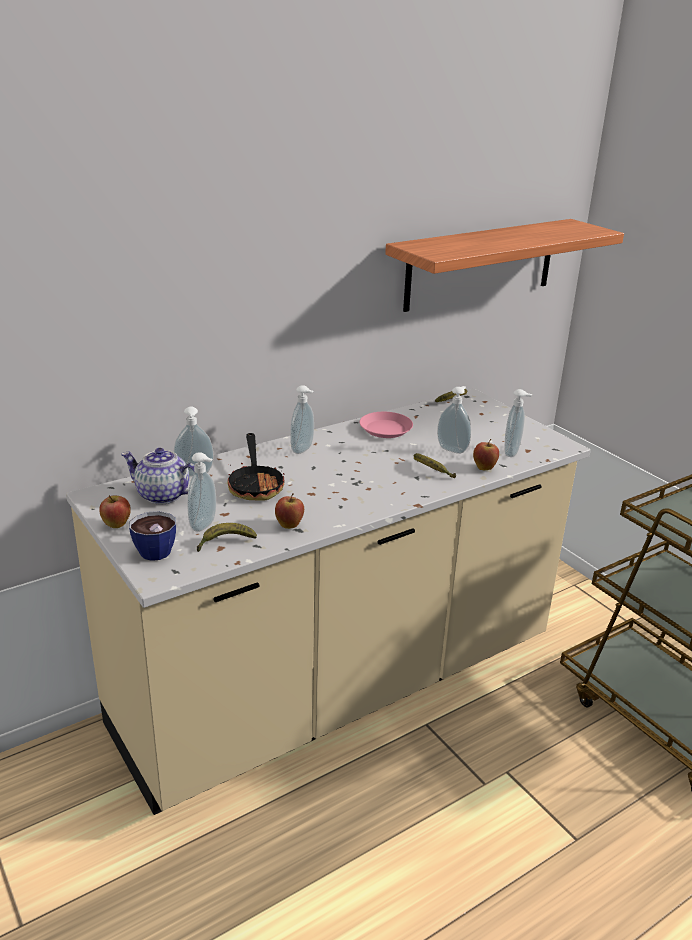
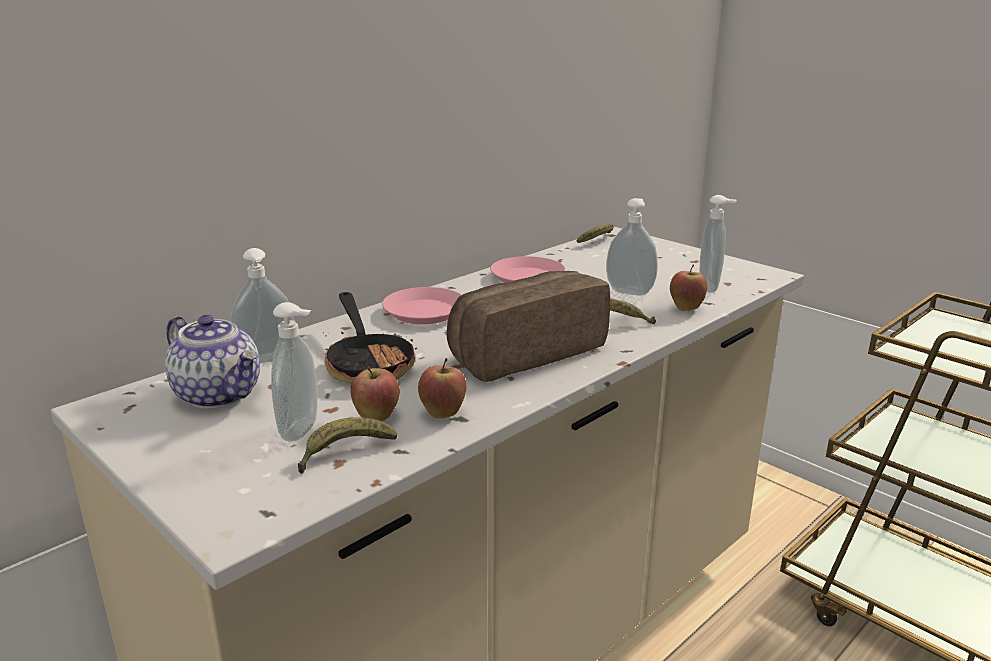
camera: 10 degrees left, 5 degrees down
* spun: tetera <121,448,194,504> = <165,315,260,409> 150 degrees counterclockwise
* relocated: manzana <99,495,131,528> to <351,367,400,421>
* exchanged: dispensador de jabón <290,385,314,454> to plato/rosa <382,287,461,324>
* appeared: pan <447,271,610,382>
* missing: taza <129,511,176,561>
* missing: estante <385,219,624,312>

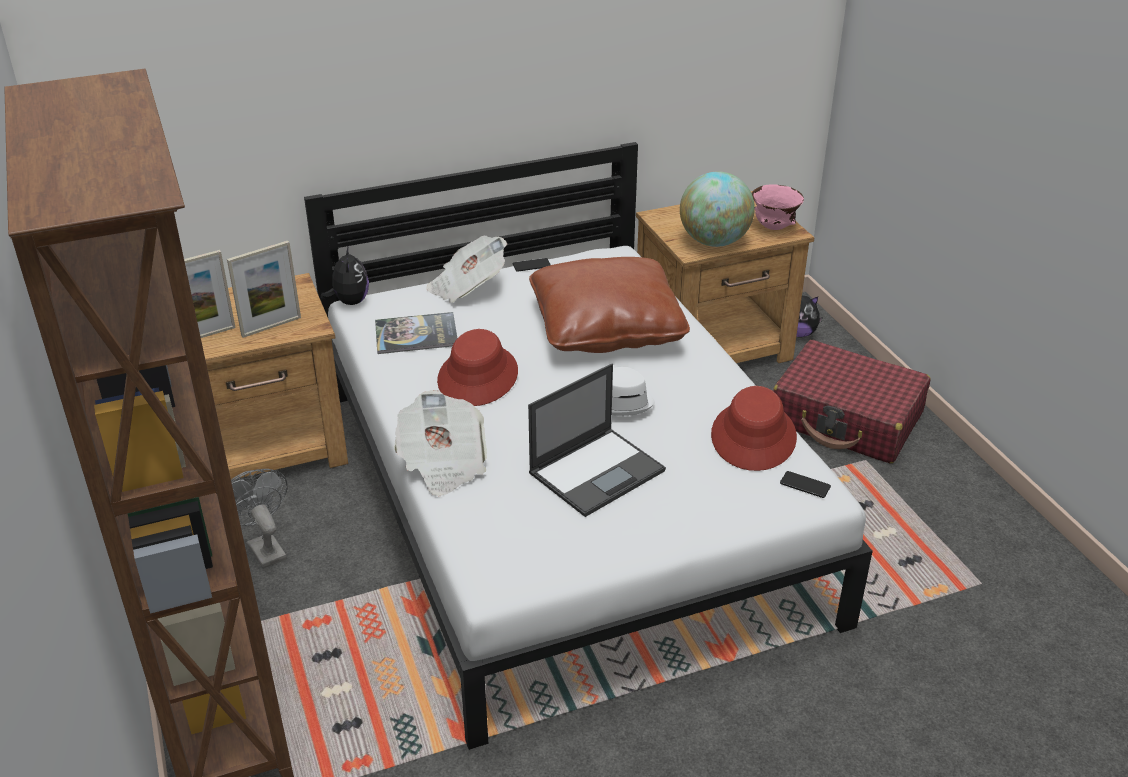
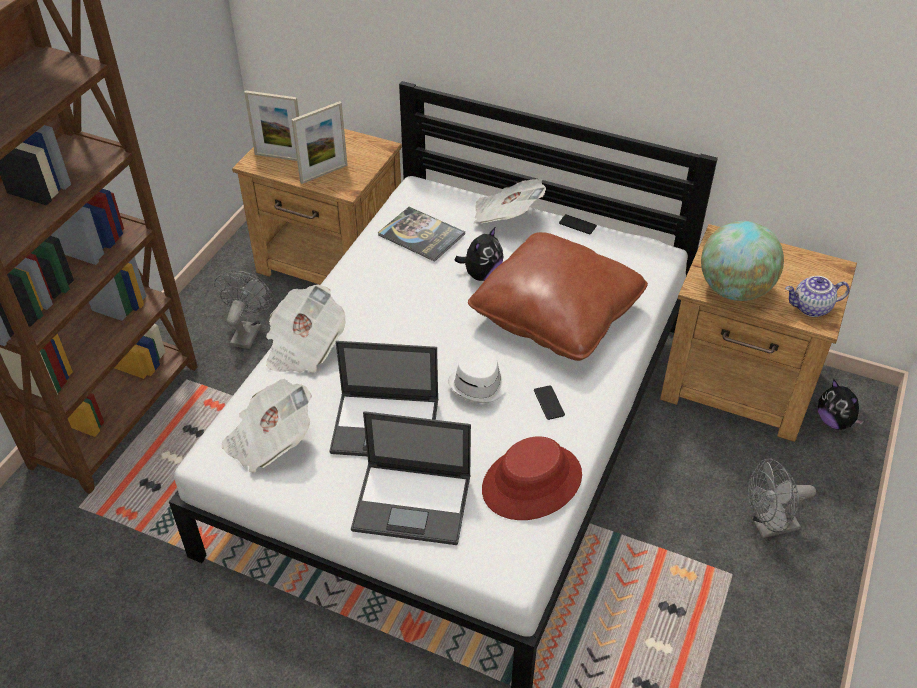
camera: 45 degrees right, 10 degrees up
* appeared: periódico <222,379,312,473>
* spun: portarretratos <227,241,301,338> = <292,101,348,184> 45 degrees counterclockwise
* appeared: portátil <351,411,471,545>
* relocated: peluche <321,247,369,305> to <455,226,503,281>
* relocated: móvil <780,471,831,498> to <534,385,565,420>
* exchanged: maleta/rojo <773,340,931,463> to ventilador/gris <748,459,816,538>
* exchanged: cuenco/rosa <752,184,804,230> to tetera <785,276,850,317>
* missing: sombrero/rojo <437,329,518,406>

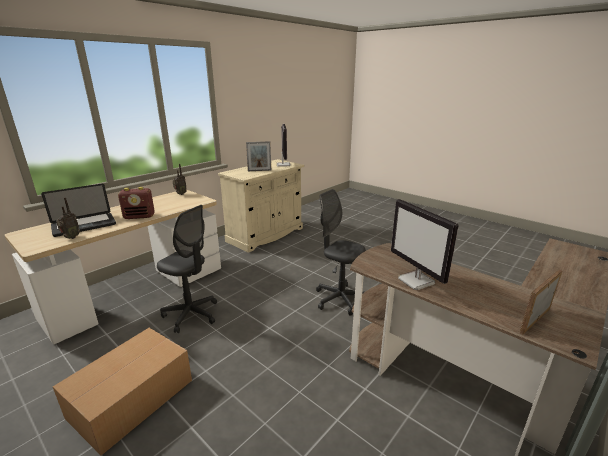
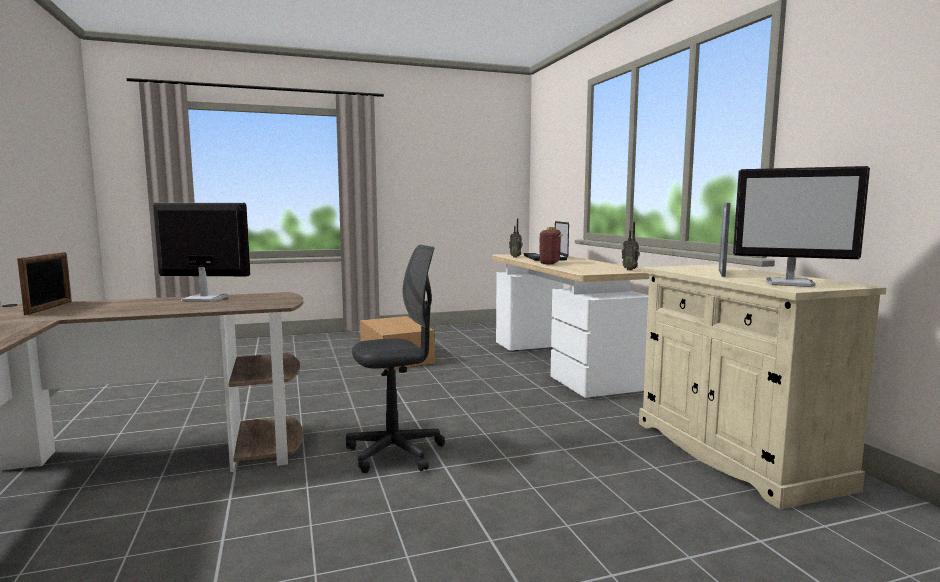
camera: 120 degrees right, 15 degrees down
* missing: silla de oficina/gris <157,205,217,333>

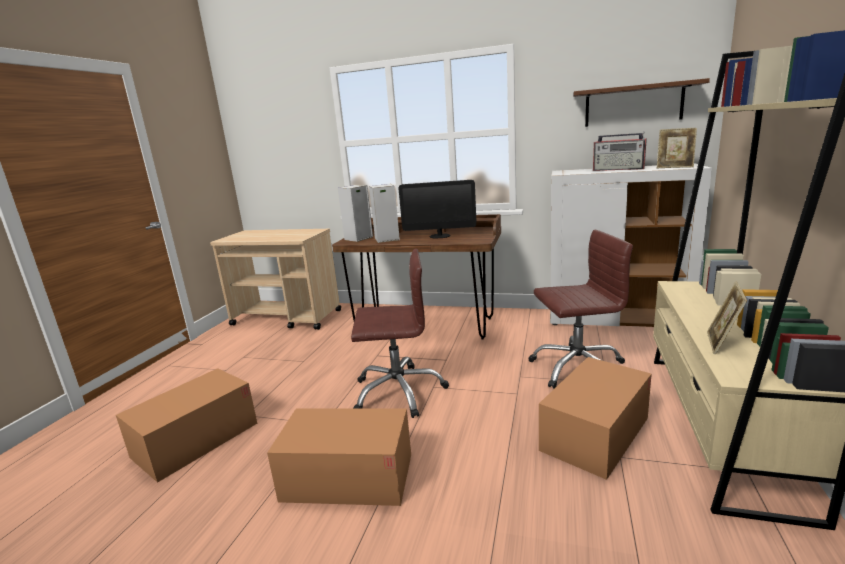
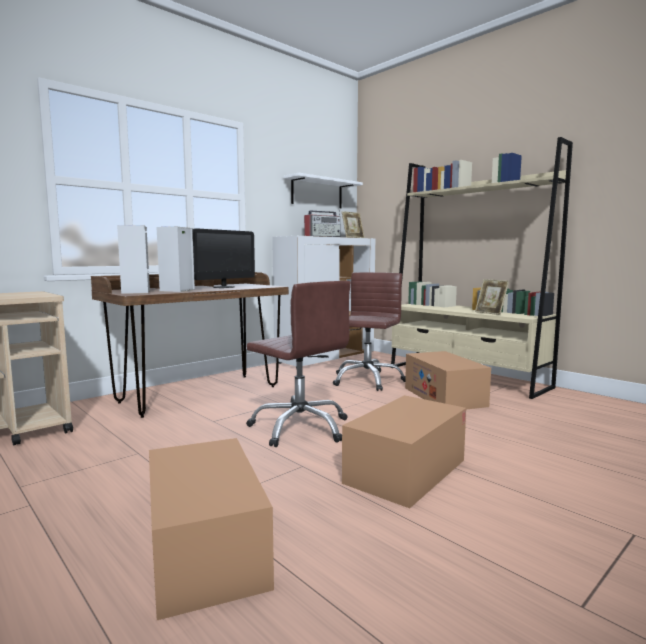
camera: 60 degrees left, 10 degrees down
* spun: silla de oficina/marrón <351,249,449,418> = <246,281,351,447> 105 degrees clockwise
* colour: estante/marrón <573,78,710,127> to estante/blanco <283,173,363,208>

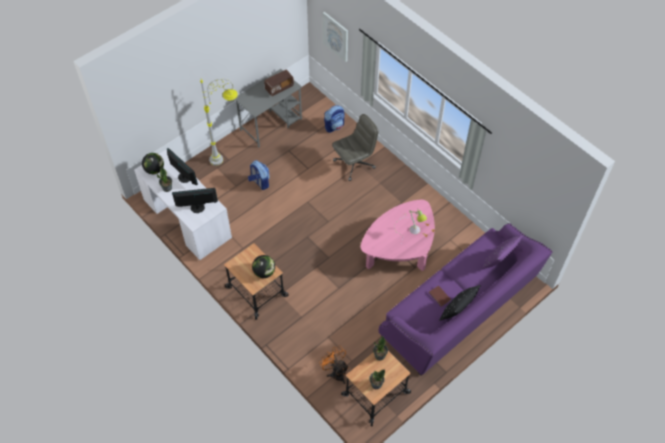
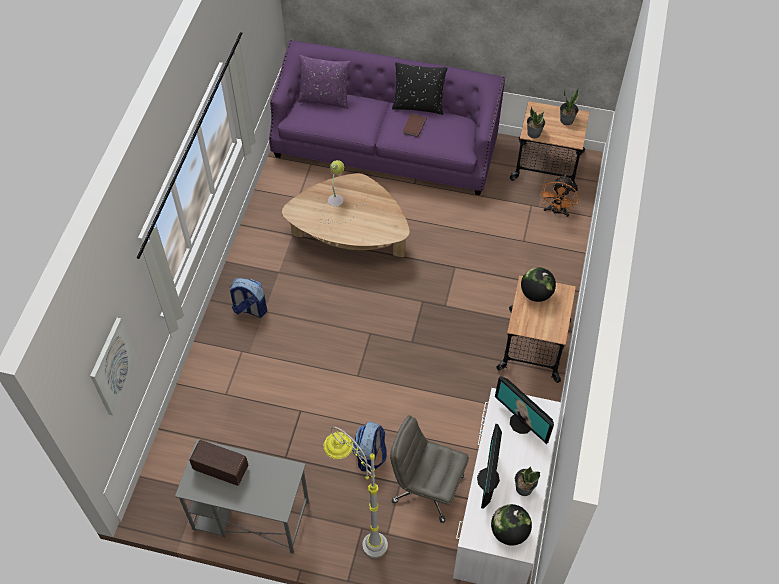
camera: 125 degrees left, 0 degrees up
* relocated: mochila <324,105,345,133> to <229,278,267,318>
* colour: mesa de centro/rosa <361,200,435,271> to mesa de centro/marrón <282,173,410,257>
* relocated: silla de oficina/gris <332,114,379,181> to <390,415,469,523>

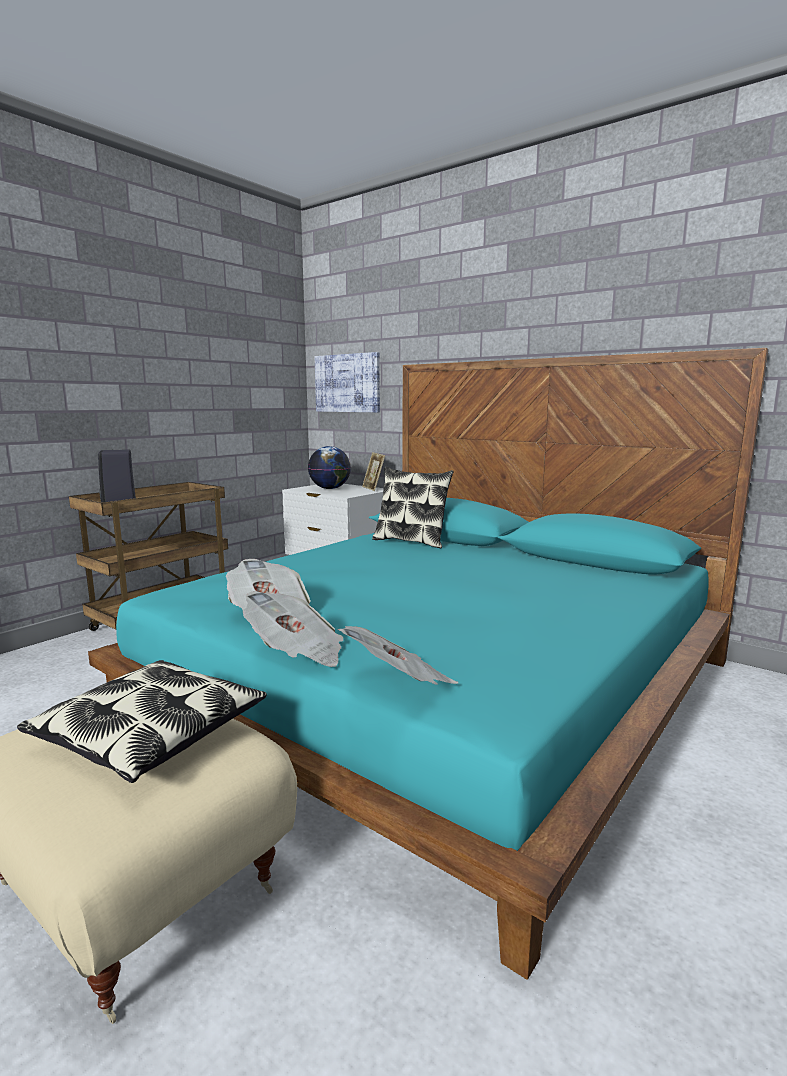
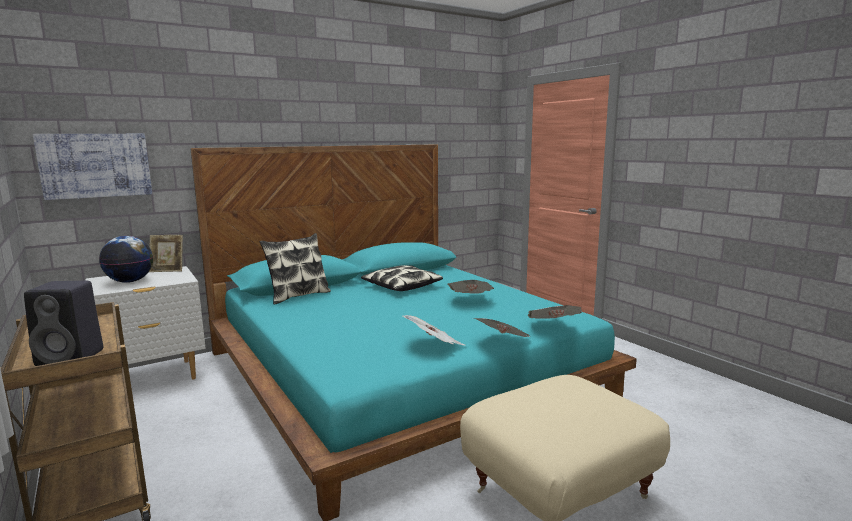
camera: 70 degrees left, 0 degrees up
* relocated: cojín <17,660,267,783> to <361,265,443,291>
* appeared: periódico <447,280,494,294>

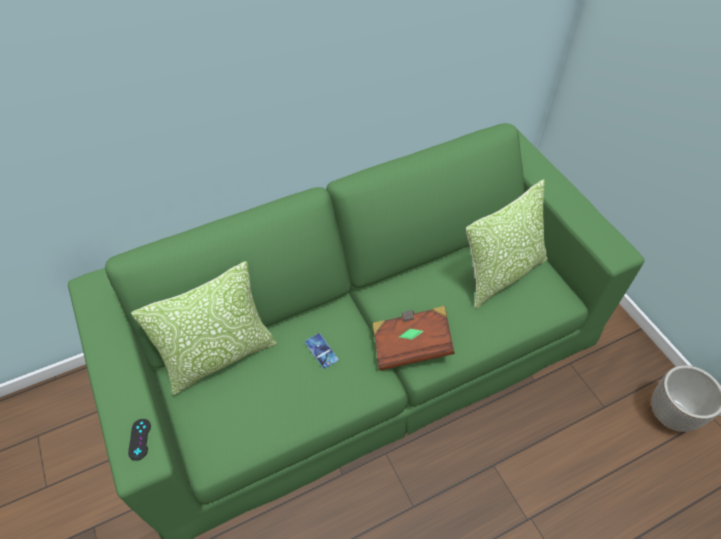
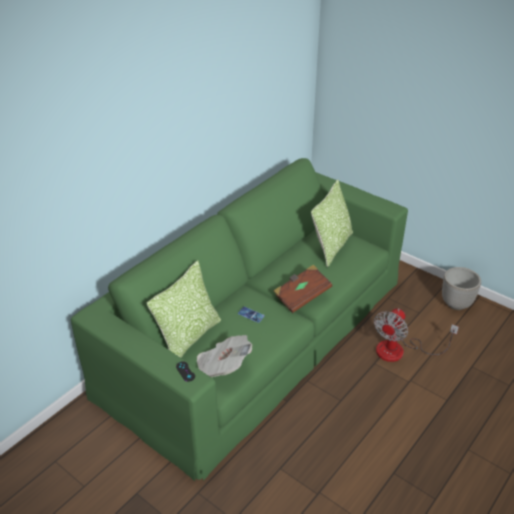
camera: 25 degrees left, 15 degrees down
* appeared: periódico <197,335,252,377>
* appeared: ventilador <374,308,459,362>

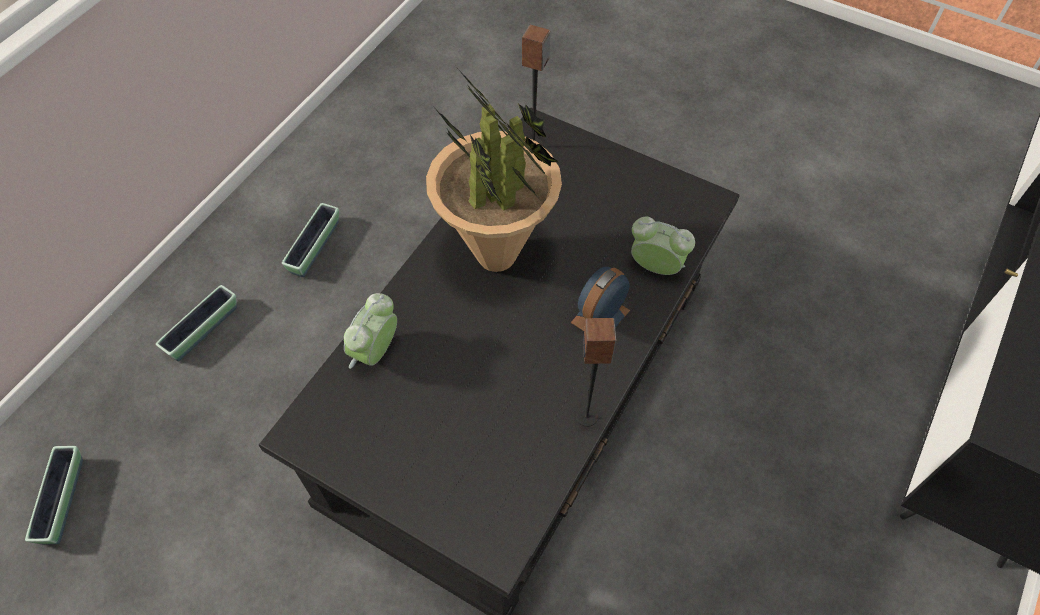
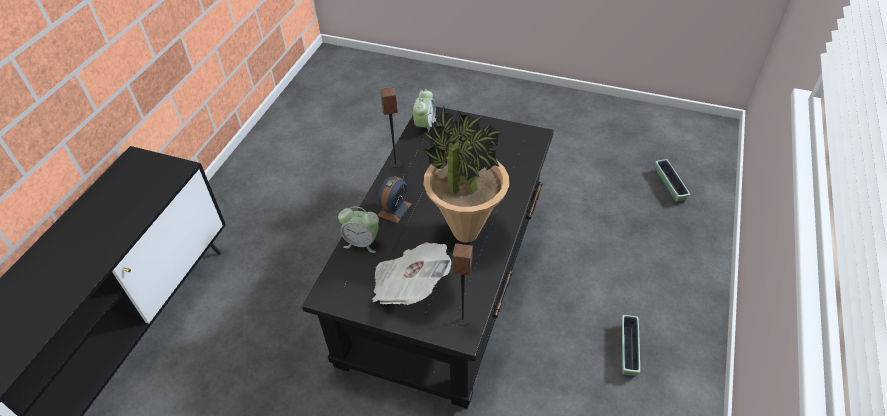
camera: 170 degrees right, 10 degrees down
* appeared: periódico <372,243,451,305>
* relocated: despertador <344,293,397,369> to <413,89,436,132>
* missing: maceta <156,285,237,361>

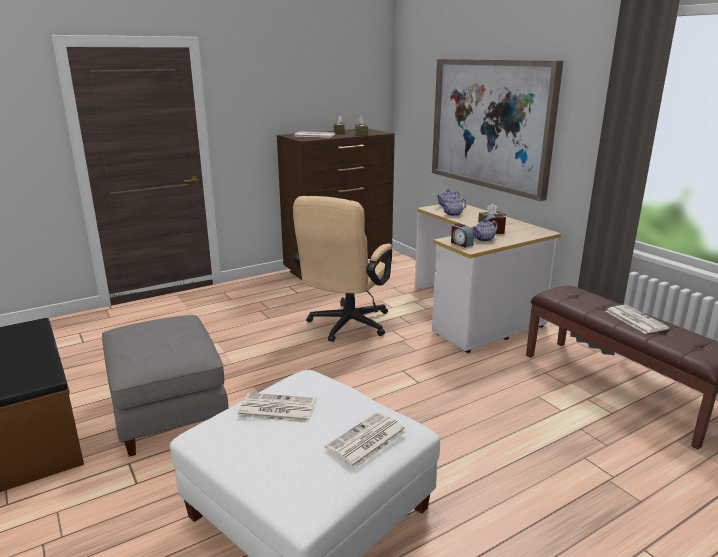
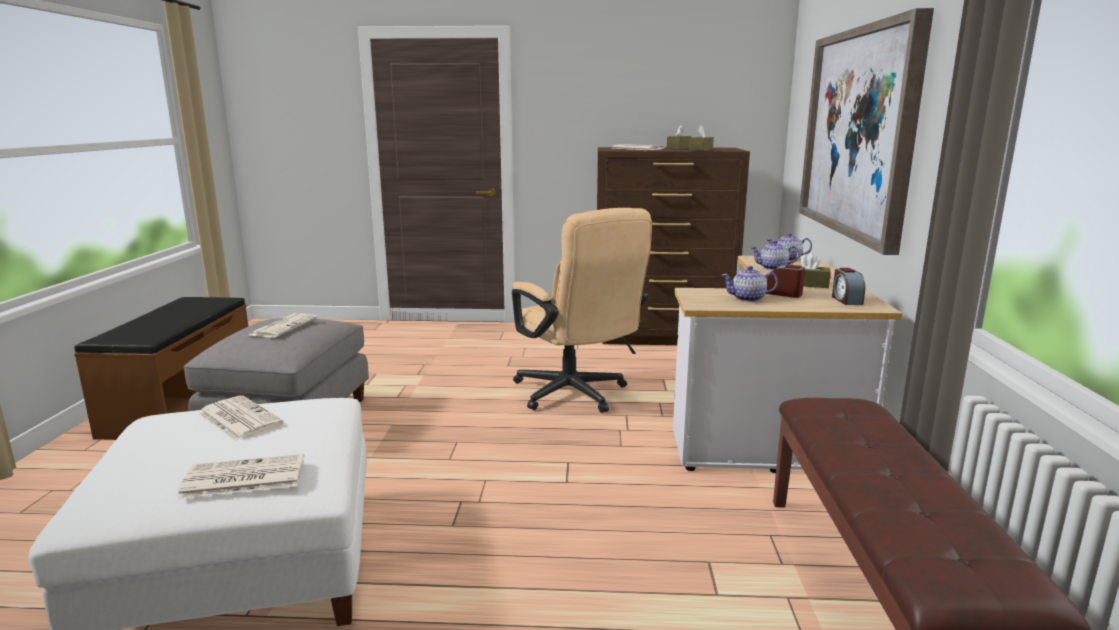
camera: 35 degrees right, 5 degrees down
* relocated: periódico <606,305,669,334> to <249,313,318,338>
* spun: silla de oficina/beis <293,196,392,342> = <512,208,652,413> 90 degrees counterclockwise
* relocated: despertador <451,223,474,248> to <832,268,866,305>

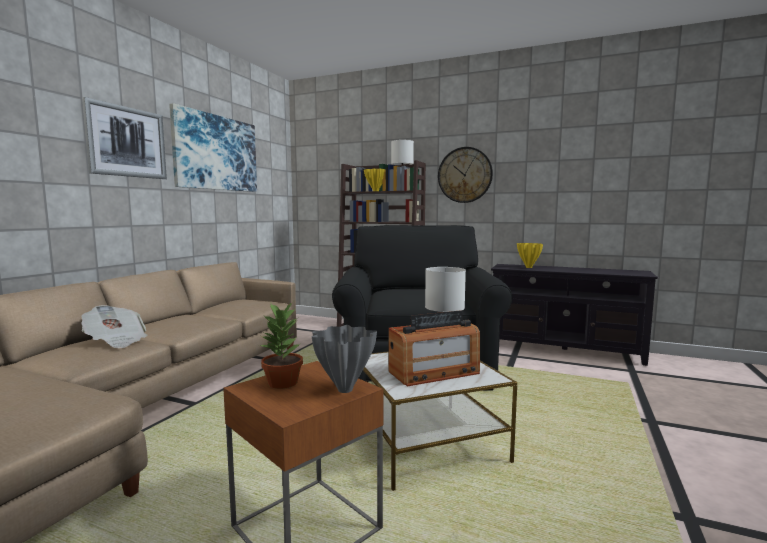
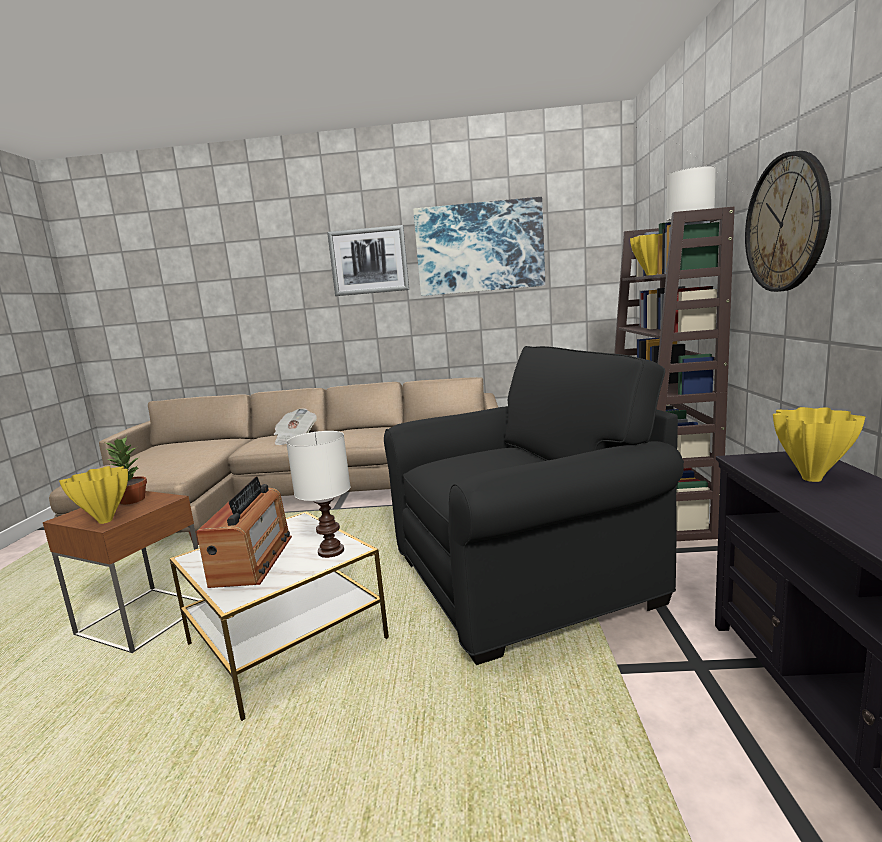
camera: 70 degrees right, 5 degrees up
* colour: florero/gris <312,325,377,393> to florero/amarillo <59,466,128,524>
* spun: radio <388,310,480,386> = <196,477,292,588> 135 degrees counterclockwise

